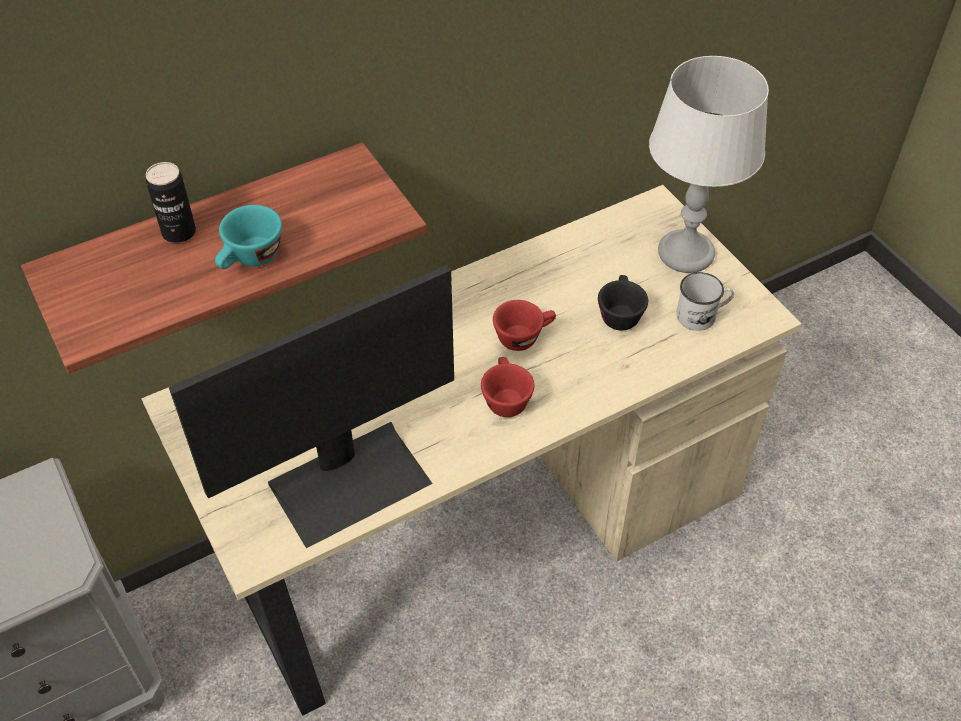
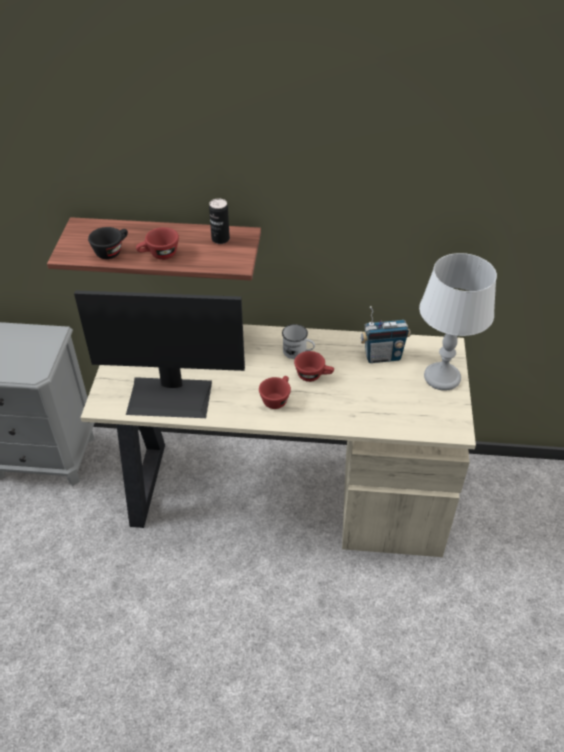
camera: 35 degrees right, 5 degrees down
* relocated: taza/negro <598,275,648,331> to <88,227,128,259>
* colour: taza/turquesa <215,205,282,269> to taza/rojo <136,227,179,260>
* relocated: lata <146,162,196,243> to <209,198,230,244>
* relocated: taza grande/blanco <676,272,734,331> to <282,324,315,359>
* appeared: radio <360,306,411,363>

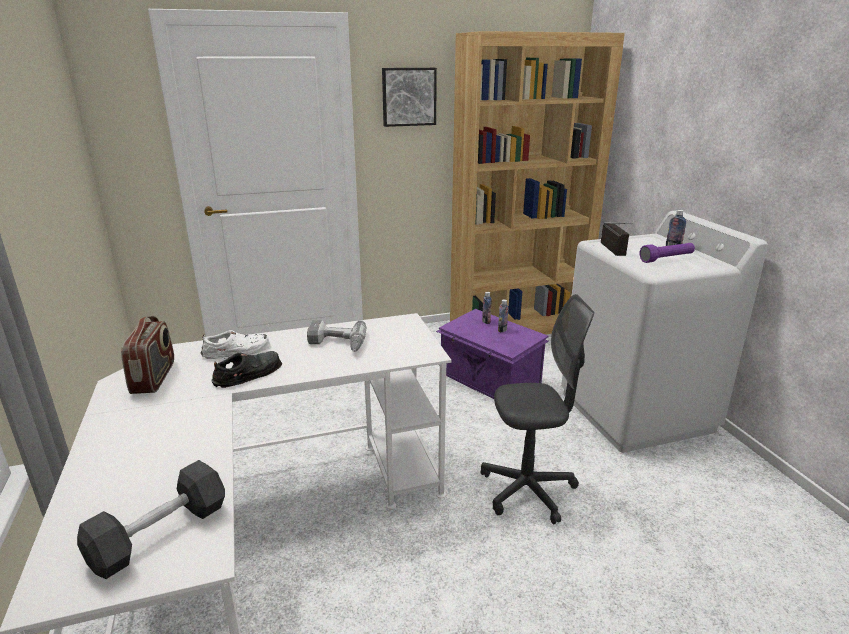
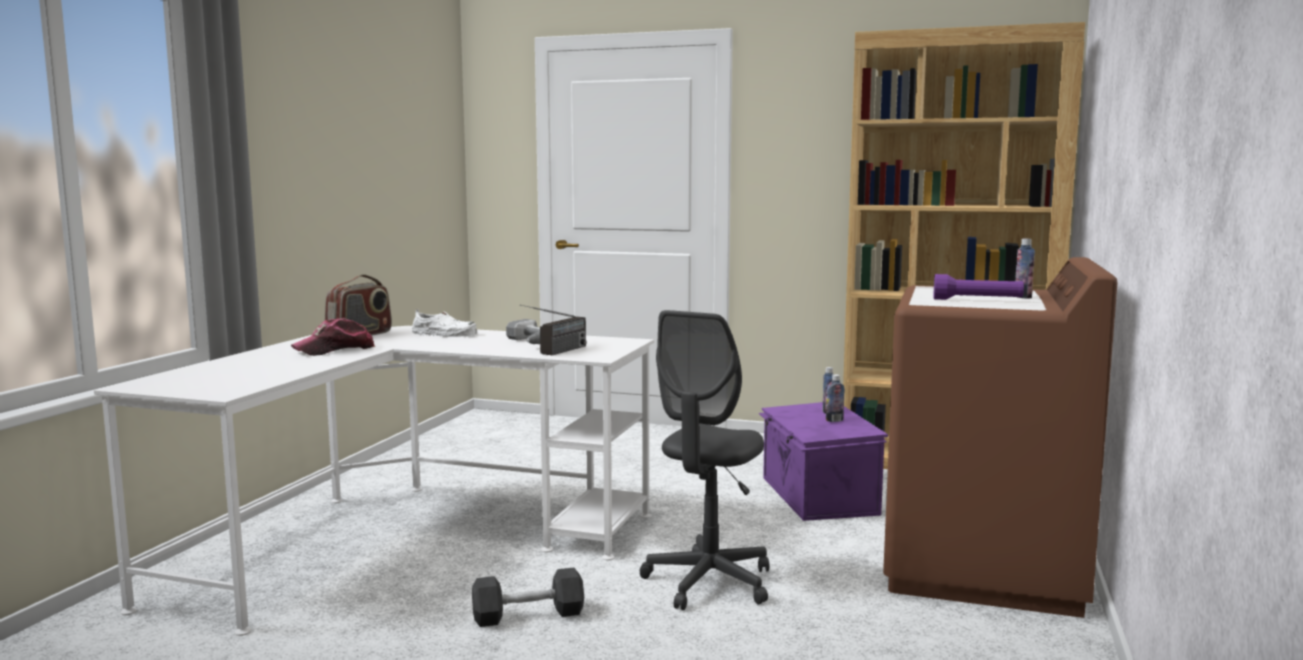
camera: 35 degrees right, 15 degrees down
* appeared: gorra <291,318,375,356>
* relocated: mancuerna/negro <77,460,225,579> to <472,568,584,627>
* relocated: radio <601,222,633,256> to <520,304,587,355>
* spun: silla de oficina/gris <481,294,594,524> = <639,310,769,610> 90 degrees clockwise
* colour: lavadora/blanco <561,211,768,453> to lavadora/marrón <883,257,1118,618>
* missing: zapato/negro <212,351,282,388>
* missing: cuadro <382,68,437,127>

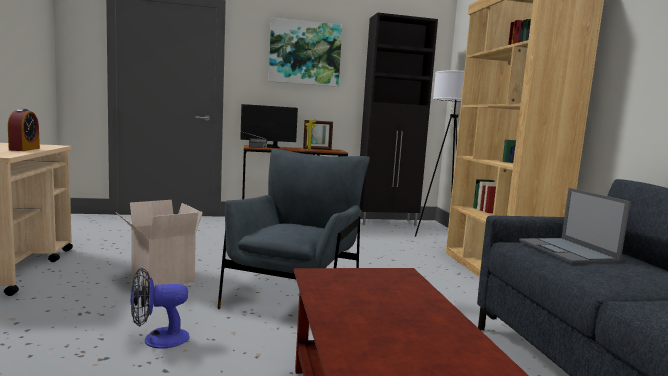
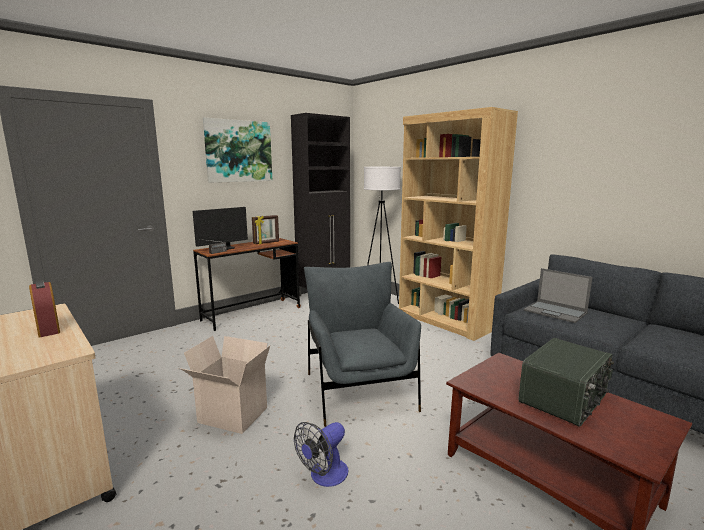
camera: 30 degrees left, 5 degrees up
* appeared: radio <518,338,614,427>

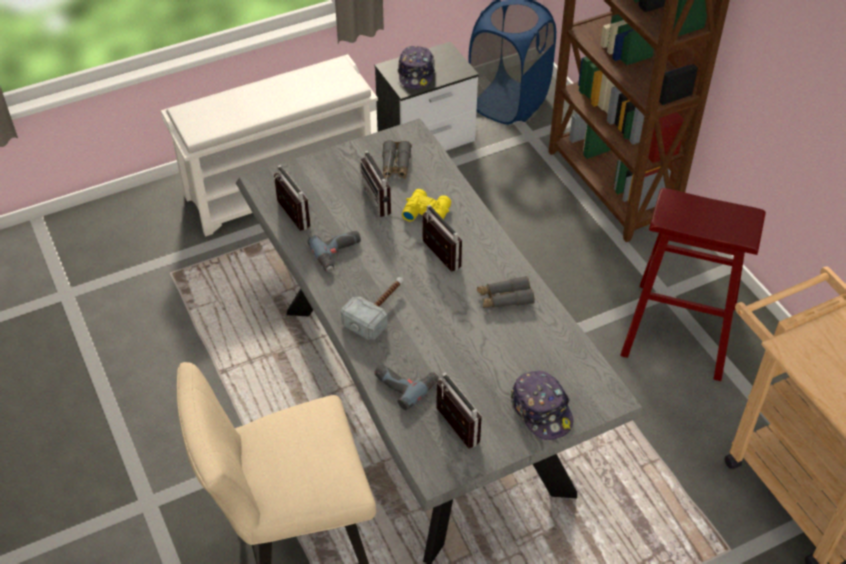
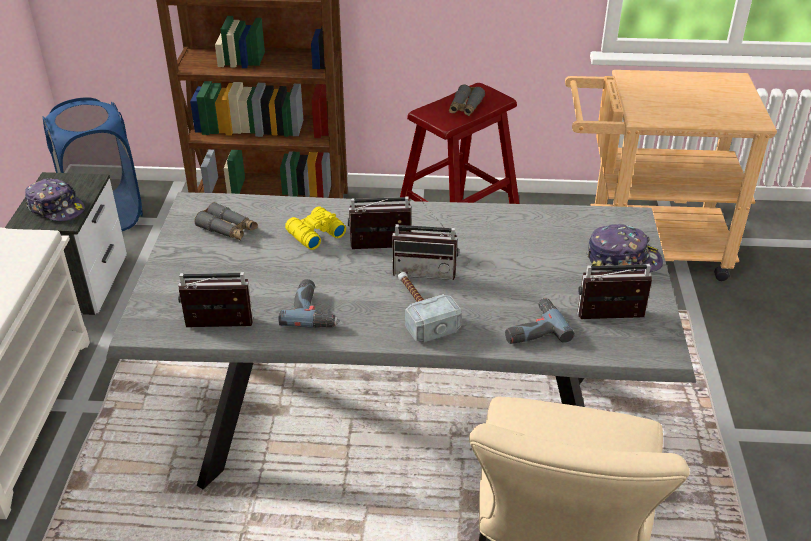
camera: 60 degrees left, 10 degrees down
* relocated: radio <360,147,392,217> to <392,200,459,280>
* relocated: prismáticos/gris <477,276,535,308> to <449,84,485,116>

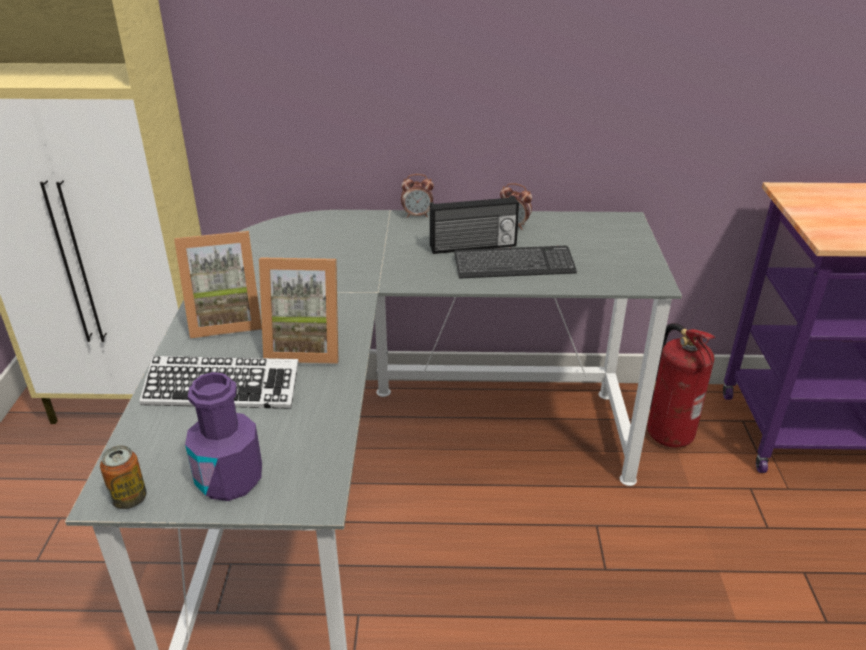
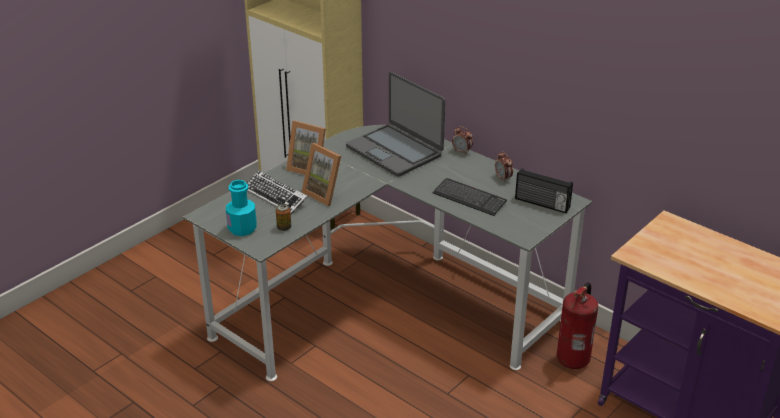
camera: 40 degrees right, 0 degrees up
* colour: botella/morado <185,372,262,501> to botella/turquesa <226,180,257,236>
* relocated: lata <100,445,147,509> to <276,204,291,231>
* appeared: portátil <346,72,445,177>
* relocated: radio <430,196,519,254> to <515,168,573,213>

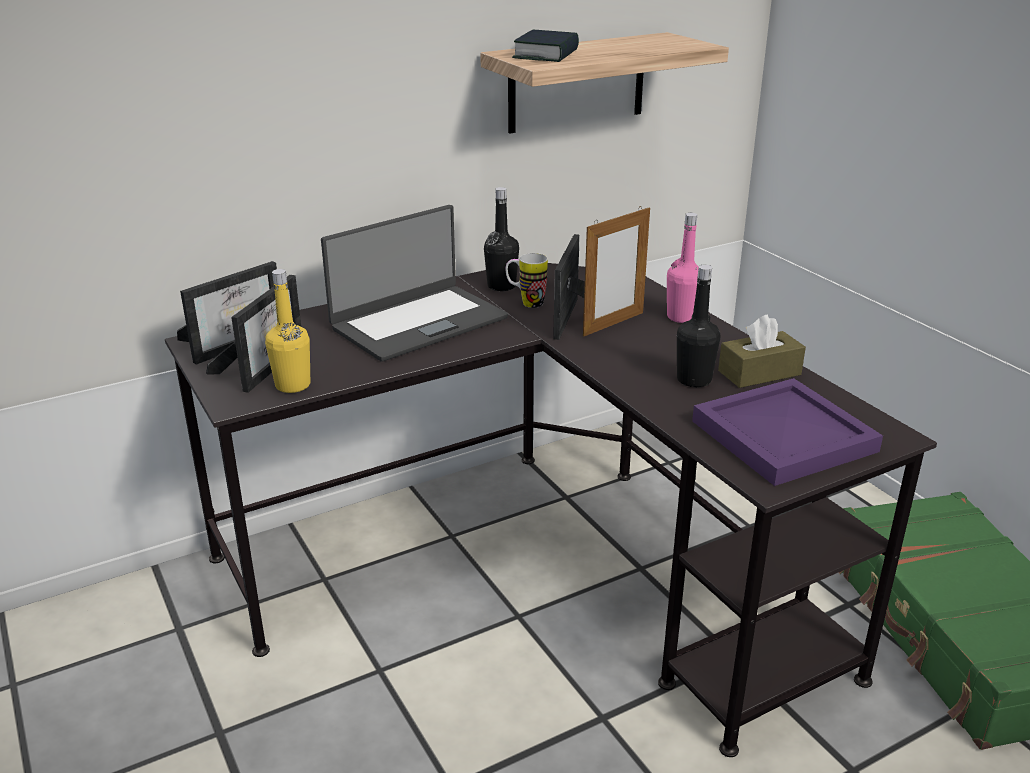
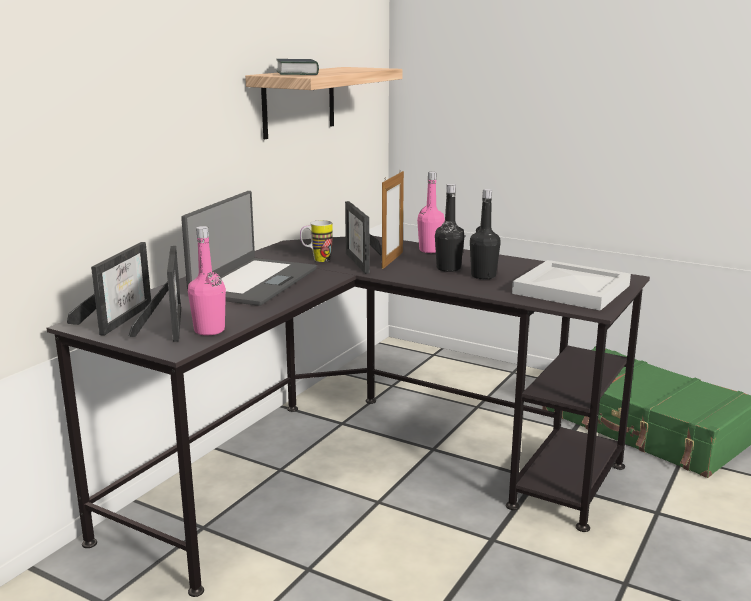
camera: 30 degrees left, 10 degrees down
* colour: botella/amarillo <265,269,310,393> to botella/rosa <188,226,226,336>
* relocated: botella/negro <484,187,519,291> to <435,184,465,272>
* colour: bandeja/morado <692,378,883,486> to bandeja/blanco <512,260,631,311>
* missing: caja de pañuelos/marrón <718,314,806,388>

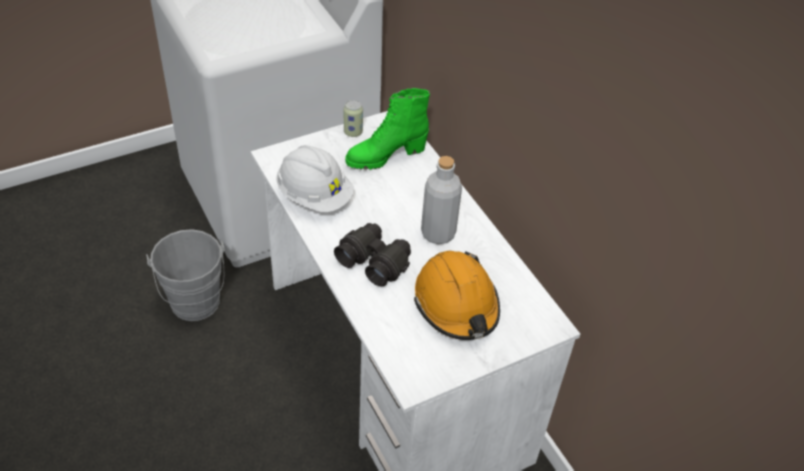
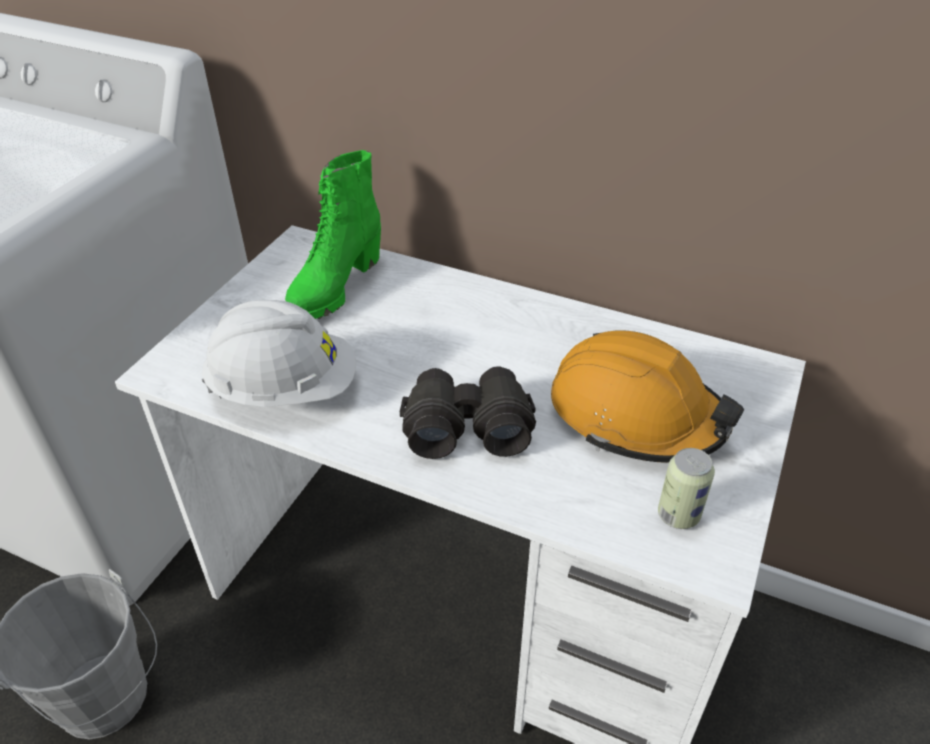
camera: 35 degrees left, 5 degrees down
* relocated: lata <344,100,363,137> to <658,448,715,529>
* missing: botella/gris <421,156,462,244>

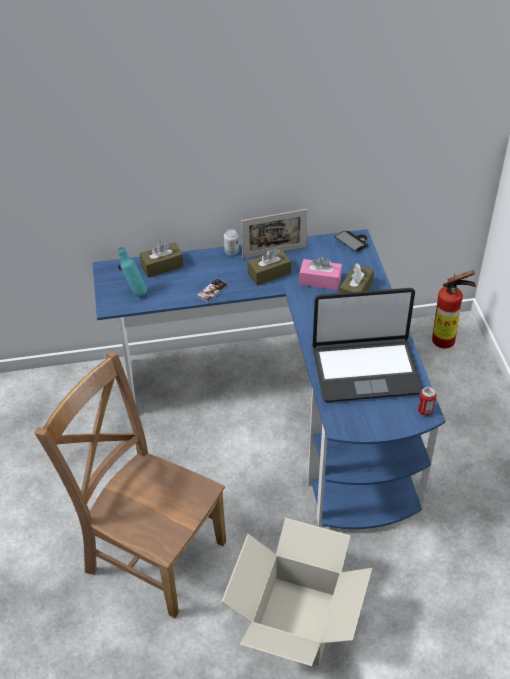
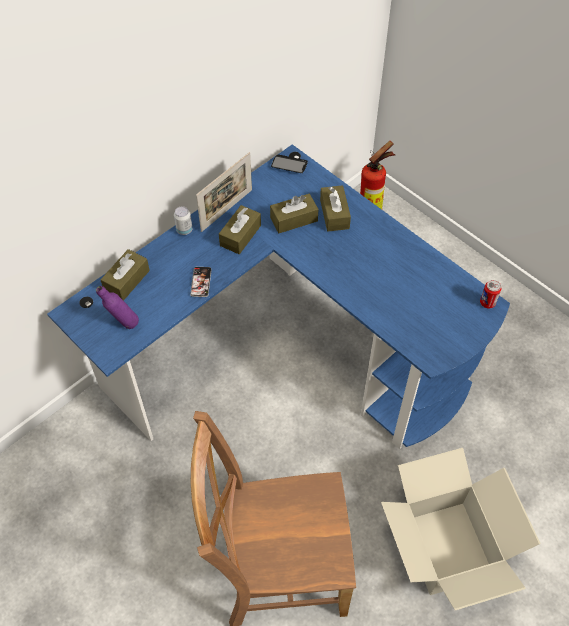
camera: 35 degrees left, 10 degrees up
* colour: botella/turquesa <118,247,147,297> to botella/morado <96,286,139,329>
* colour: caja de pañuelos/rosa <299,256,342,290> to caja de pañuelos/marrón <270,194,318,233>
* missing: portátil <313,288,423,402>

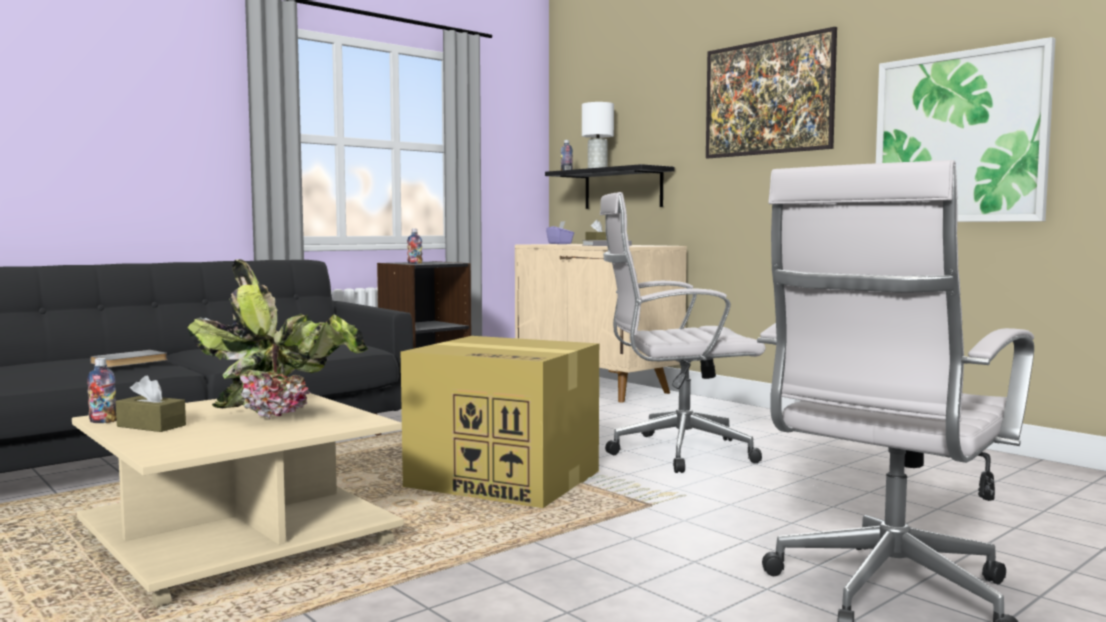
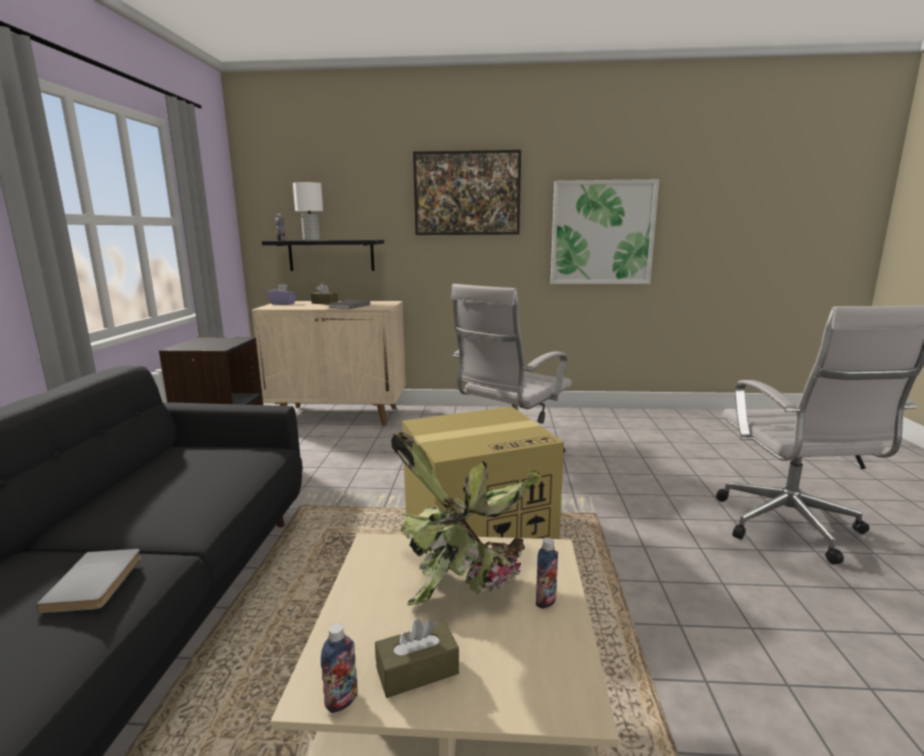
camera: 45 degrees left, 10 degrees up
* relocated: botella <407,229,423,264> to <536,538,558,609>

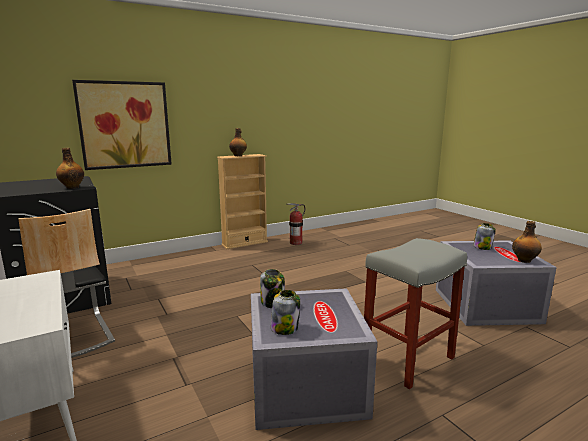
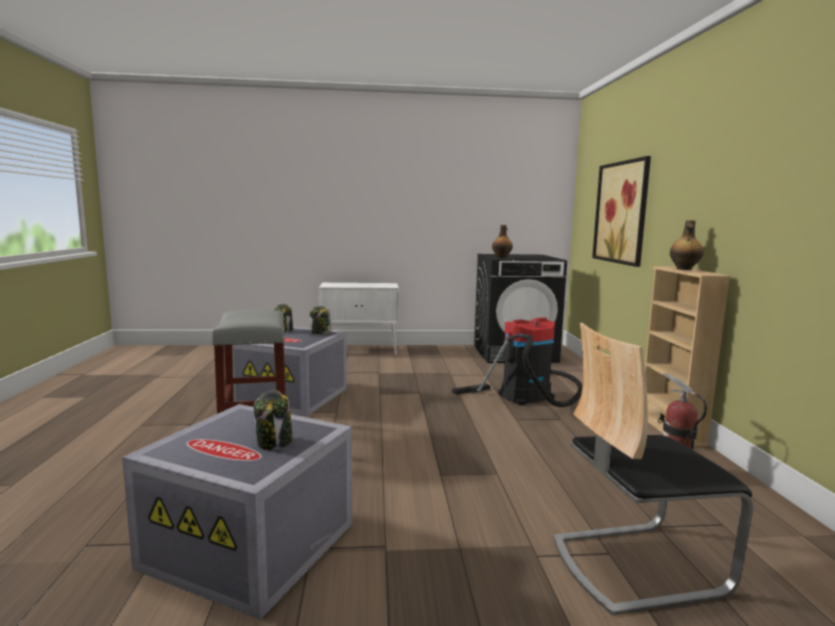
camera: 115 degrees right, 5 degrees down
* appeared: aspiradora <452,317,583,407>
* relocated: silla <18,209,115,358> to <553,323,753,615>
* missing: botella <512,221,542,263>

